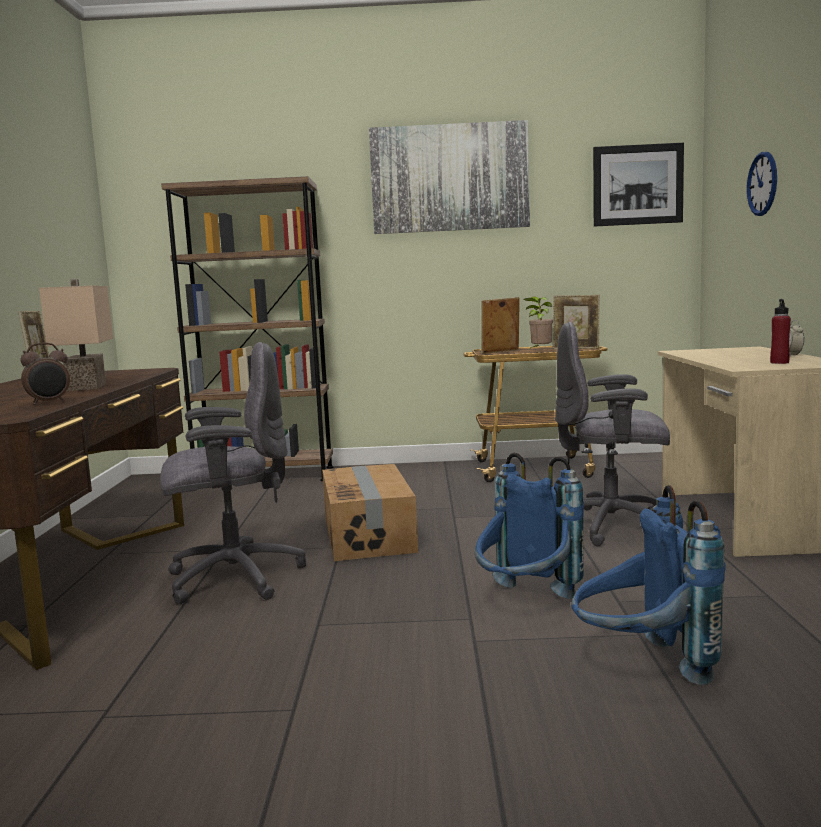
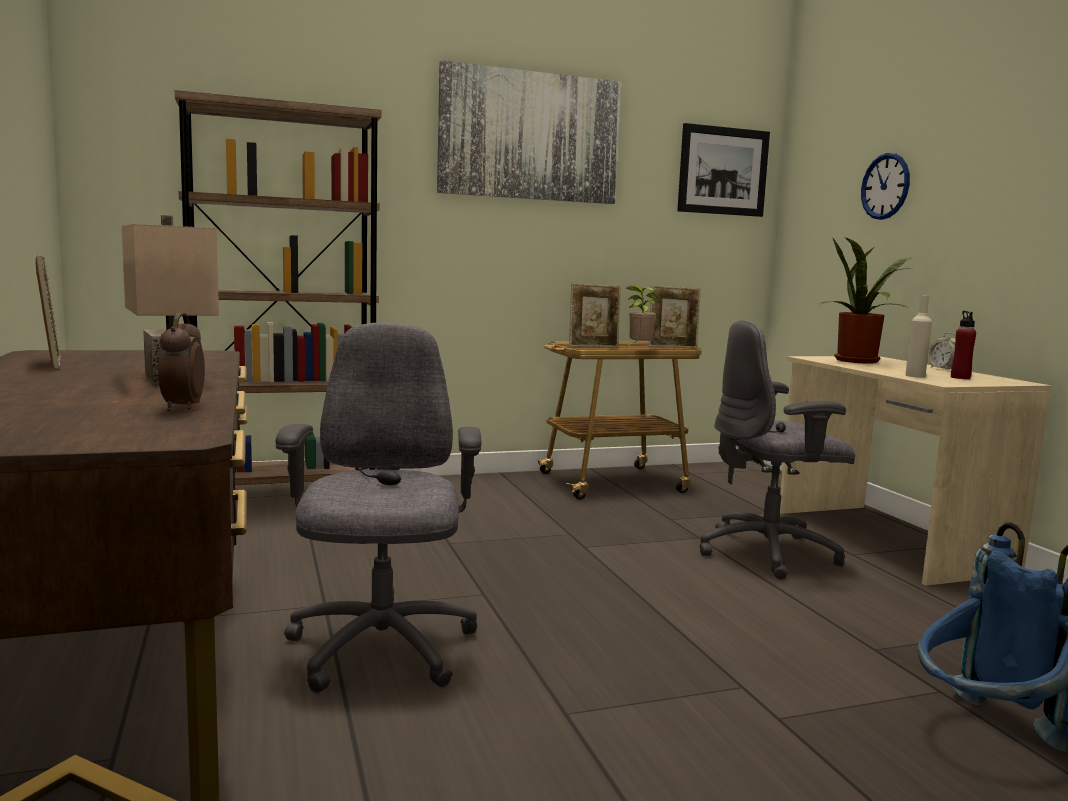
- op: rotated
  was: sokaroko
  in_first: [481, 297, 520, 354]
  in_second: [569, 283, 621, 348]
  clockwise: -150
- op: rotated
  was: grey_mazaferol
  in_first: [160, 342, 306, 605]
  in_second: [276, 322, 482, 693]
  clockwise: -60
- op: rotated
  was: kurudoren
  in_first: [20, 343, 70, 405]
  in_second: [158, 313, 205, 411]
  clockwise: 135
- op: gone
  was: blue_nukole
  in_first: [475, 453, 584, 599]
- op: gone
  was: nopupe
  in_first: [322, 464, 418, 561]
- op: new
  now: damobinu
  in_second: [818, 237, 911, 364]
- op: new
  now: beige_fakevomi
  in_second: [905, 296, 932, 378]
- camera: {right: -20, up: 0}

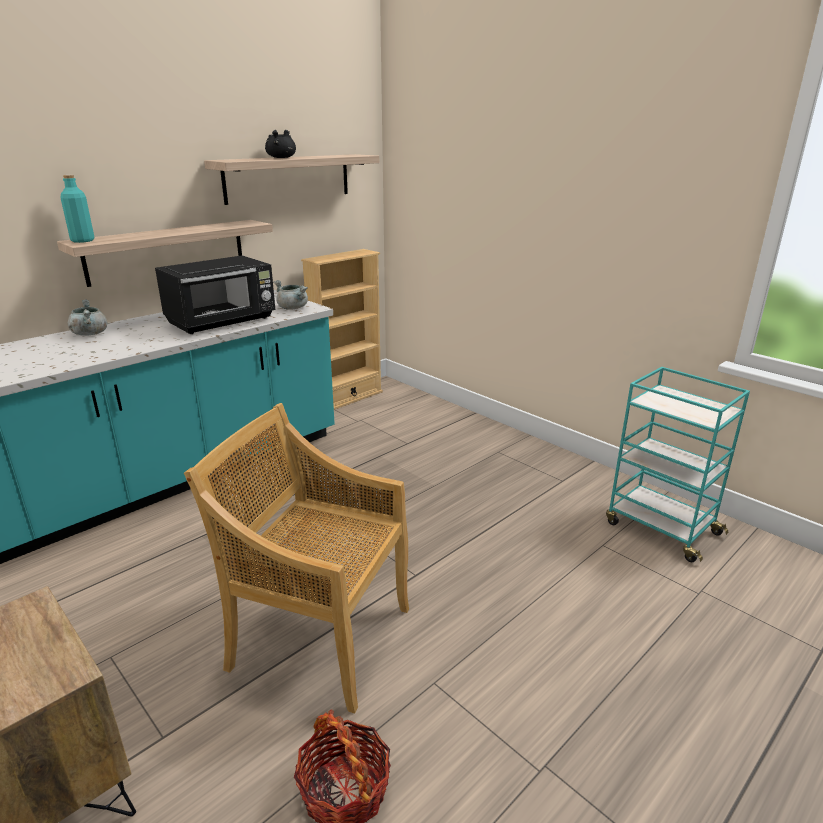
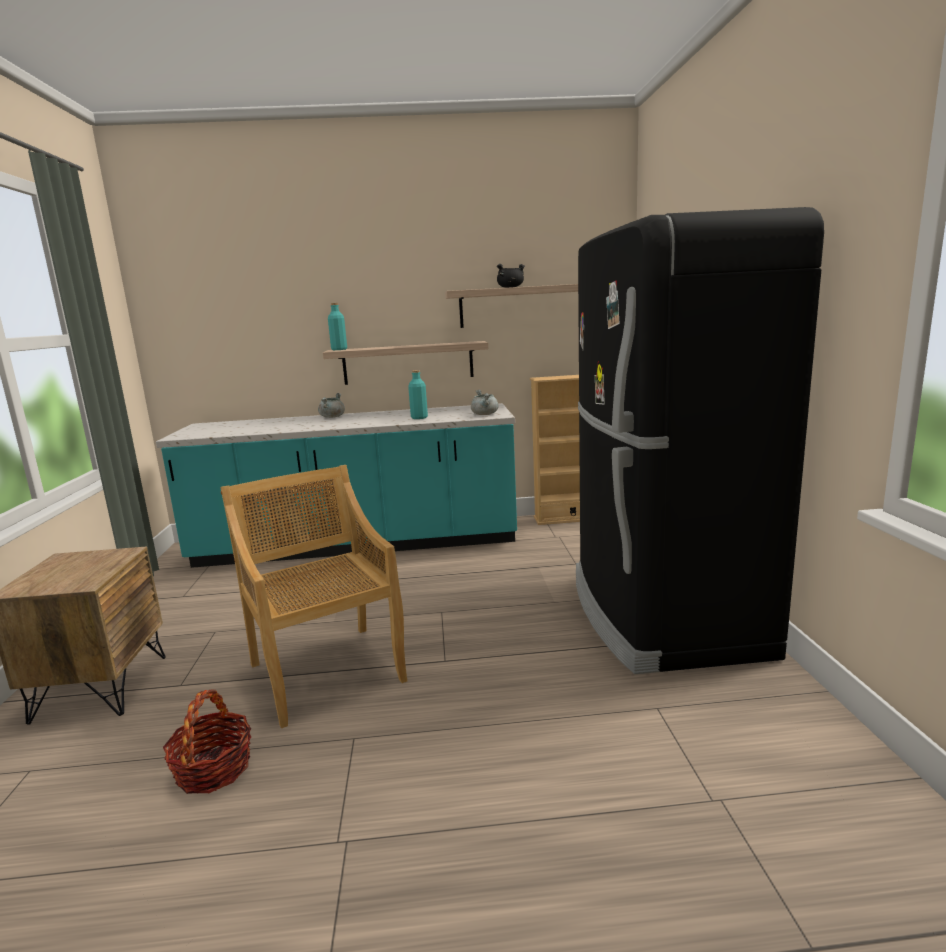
- op: swapped
  was: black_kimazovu
  now: turquoise_fakevomi
  in_first: [155, 255, 275, 334]
  in_second: [408, 370, 428, 419]
- op: gone
  was: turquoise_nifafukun
  in_first: [606, 367, 750, 562]
- op: new
  now: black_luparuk
  in_second: [576, 207, 824, 674]
- camera: {right: 40, up: -10}

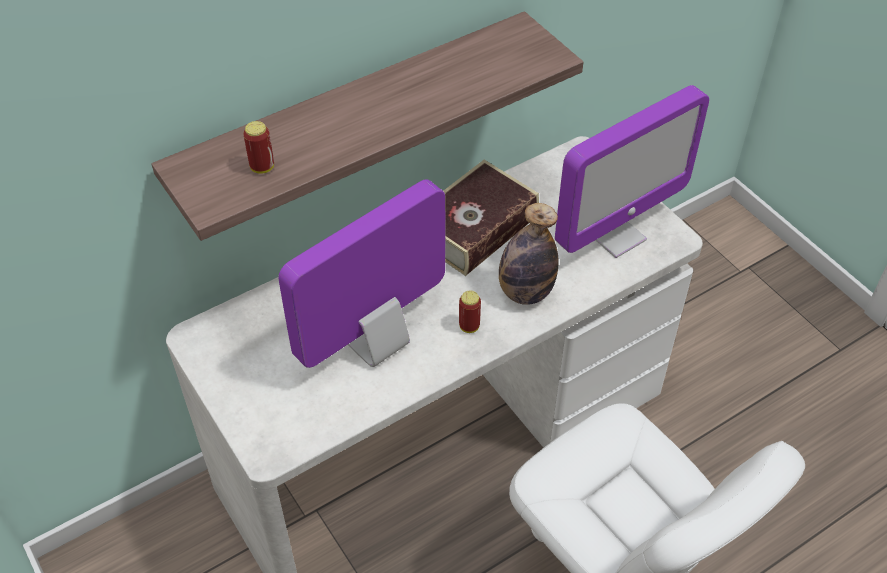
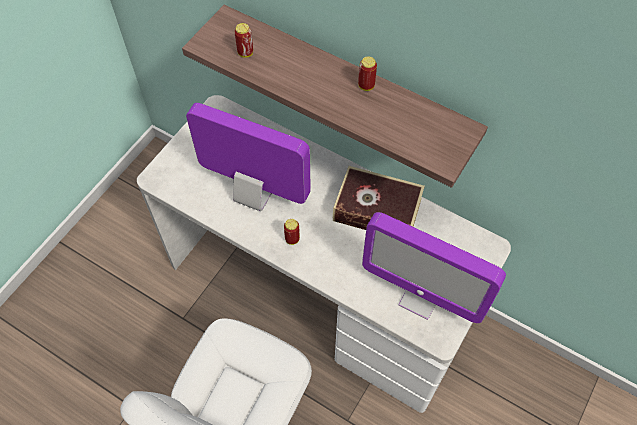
- op: gone
  was: fakevomi
  in_first: [499, 203, 559, 305]
- op: new
  now: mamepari
  in_second: [358, 56, 377, 91]
- camera: {right: 65, up: 10}

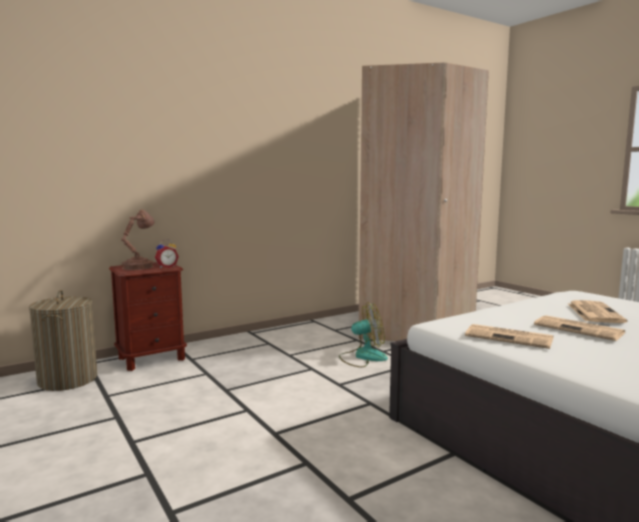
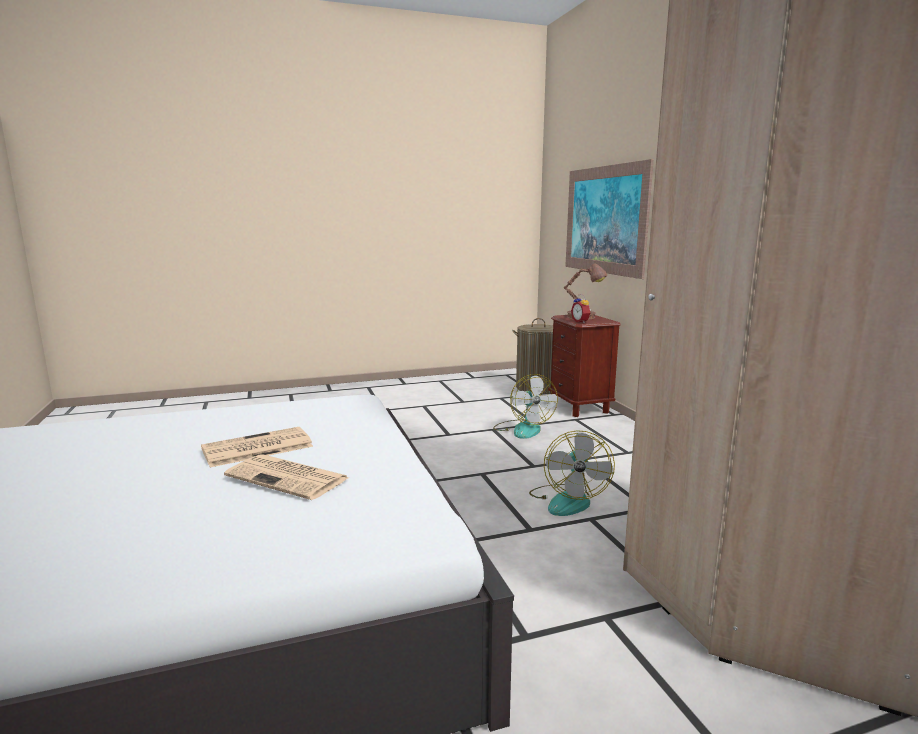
- op: gone
  was: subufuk
  in_first: [465, 324, 553, 349]
- op: new
  now: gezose
  in_second: [565, 159, 654, 279]
- op: new
  now: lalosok
  in_second: [493, 374, 558, 439]
- camera: {right: 105, up: 5}

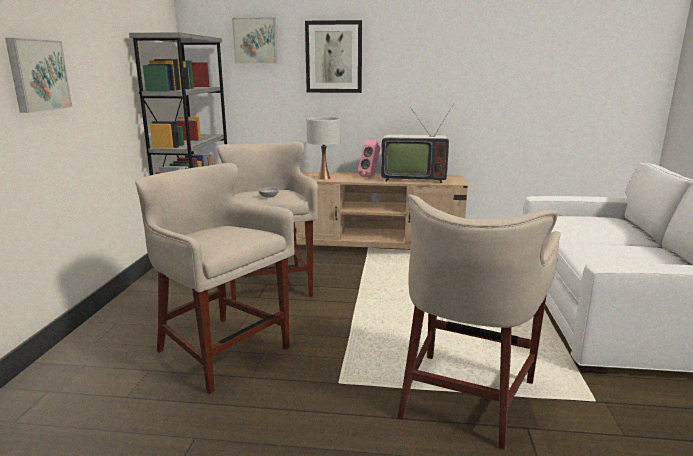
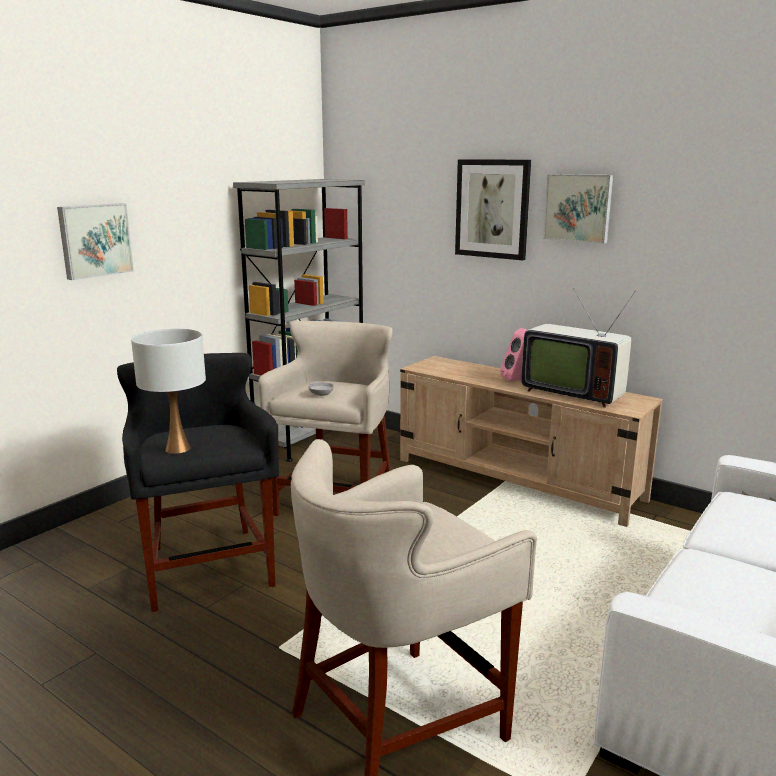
- op: shifted
  was: gezose
  in_first: [232, 17, 278, 63]
  in_second: [543, 174, 613, 244]
- op: shifted
  was: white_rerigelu
  in_first: [306, 117, 340, 179]
  in_second: [131, 329, 206, 454]
- op: repainted
  was: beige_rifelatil
  now: black_rifelatil
  in_first: [135, 163, 294, 394]
  in_second: [117, 353, 279, 613]
- camera: {right: 30, up: 0}

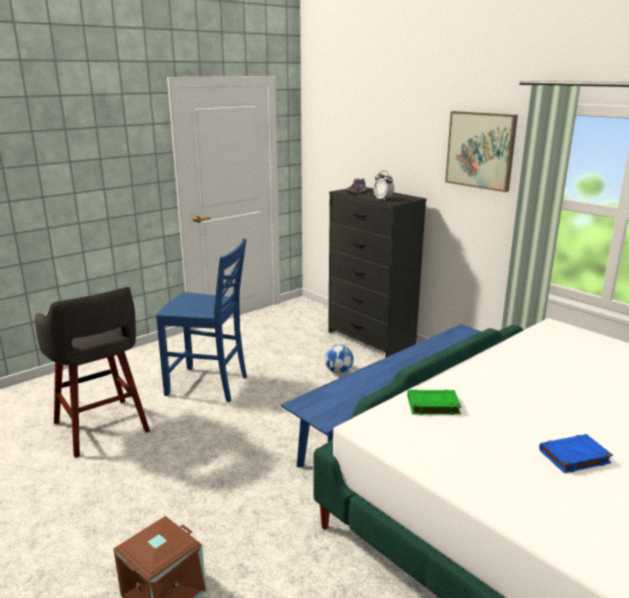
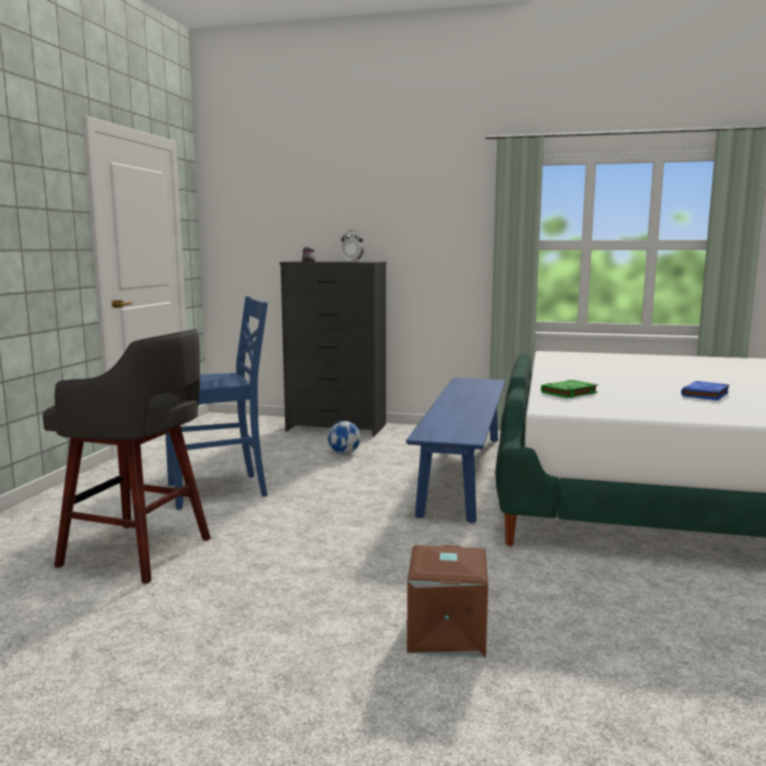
- op: gone
  was: gezose
  in_first: [445, 111, 518, 192]
- camera: {right: -35, up: -10}

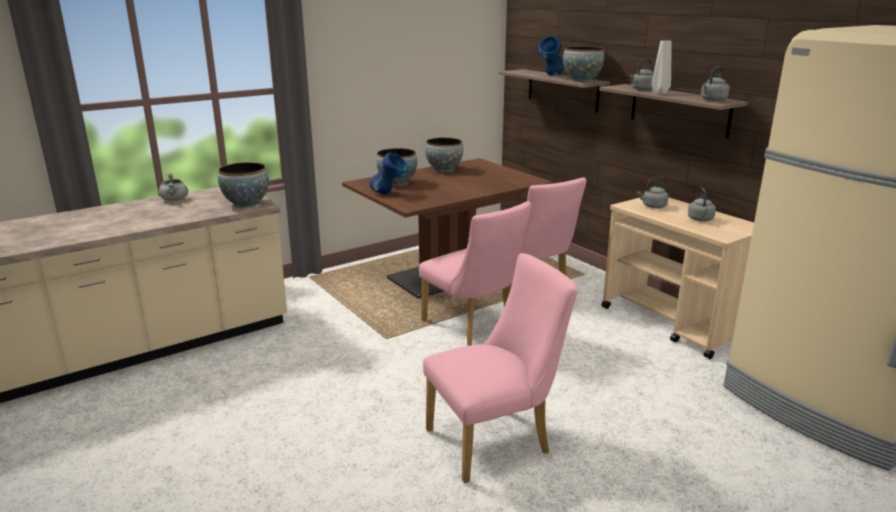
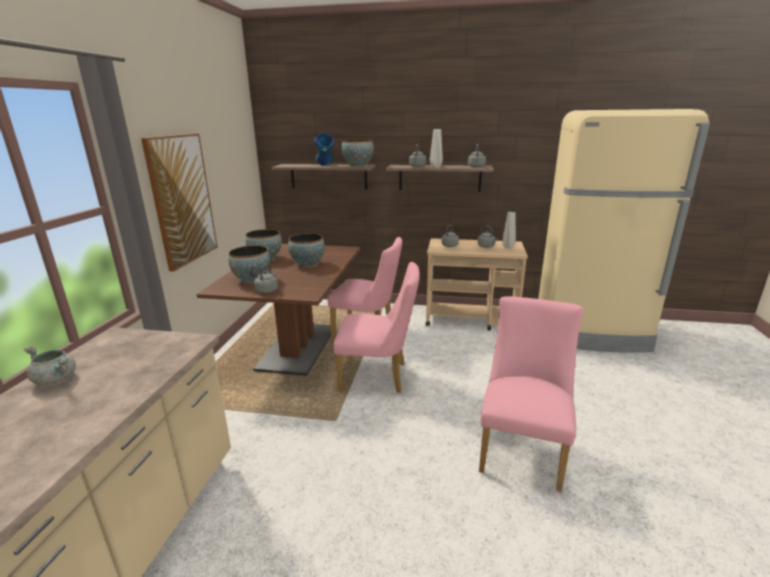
- op: swapped
  was: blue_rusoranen
  now: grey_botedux
  in_first: [369, 153, 408, 194]
  in_second: [254, 264, 278, 293]
- op: shifted
  was: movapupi
  in_first: [218, 162, 269, 208]
  in_second: [288, 233, 325, 267]
- op: new
  now: gezose
  in_second: [141, 134, 218, 272]
- op: new
  now: grey_rusoranen
  in_second: [502, 212, 516, 248]
- camera: {right: -45, up: 0}

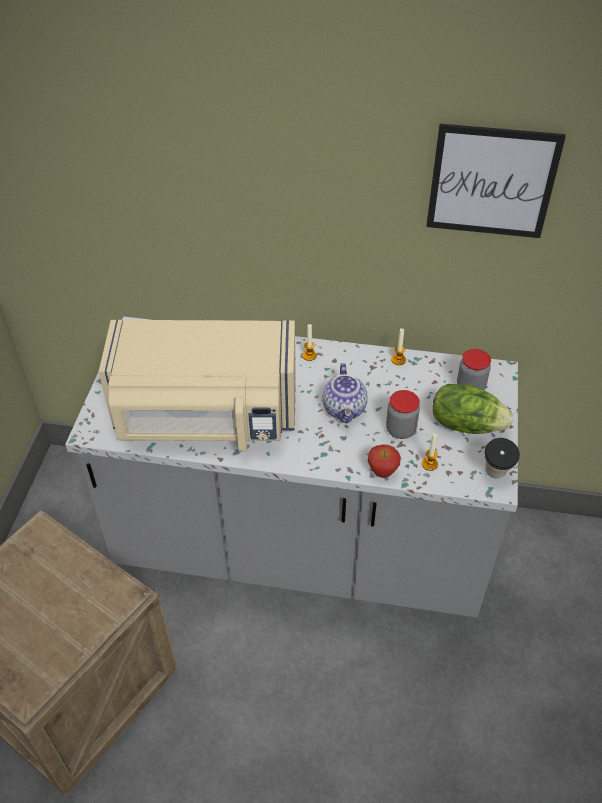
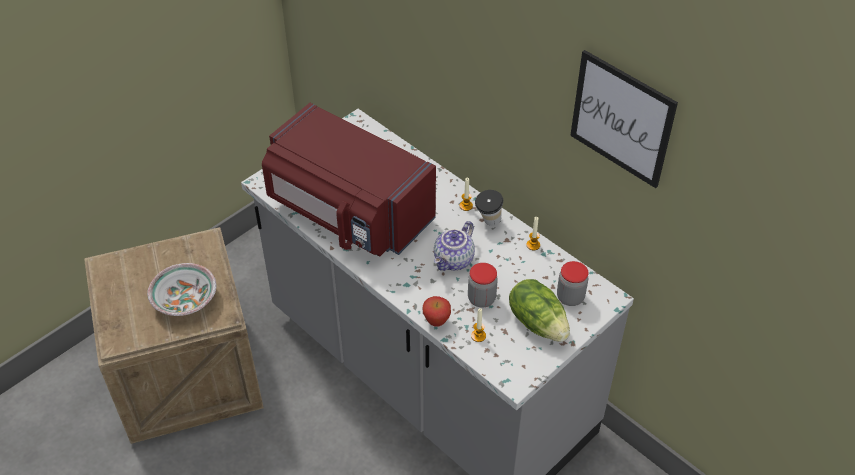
- op: repainted
  was: beige_kimazovu
  now: red_kimazovu
  in_first: [99, 320, 296, 451]
  in_second: [262, 103, 436, 256]
- op: shifted
  was: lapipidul
  in_first: [484, 438, 520, 478]
  in_second: [475, 190, 503, 226]
- op: new
  now: movapupi
  in_second: [147, 263, 217, 316]
- camera: {right: 35, up: 0}

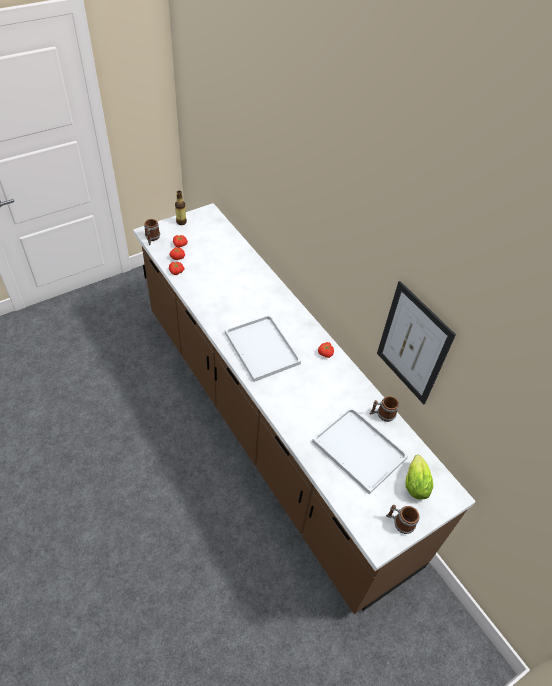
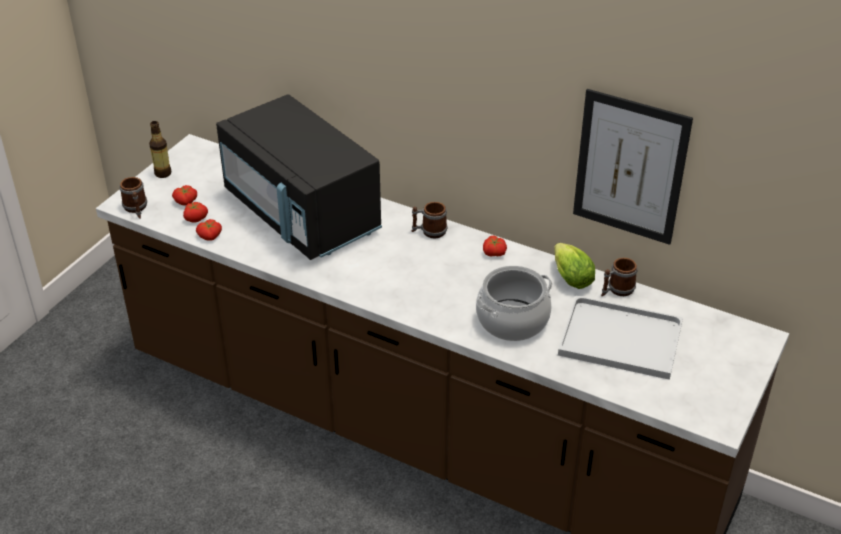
- op: gone
  was: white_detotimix
  in_first: [225, 315, 301, 382]
- op: shifted
  was: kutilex
  in_first: [405, 455, 433, 500]
  in_second: [554, 243, 595, 289]
- op: shifted
  was: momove
  in_first: [386, 505, 420, 534]
  in_second: [411, 202, 448, 238]
- op: new
  now: black_kimazovu
  in_second: [216, 94, 382, 260]
- op: new
  now: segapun
  in_second: [476, 266, 552, 341]
- camera: {right: -25, up: -10}

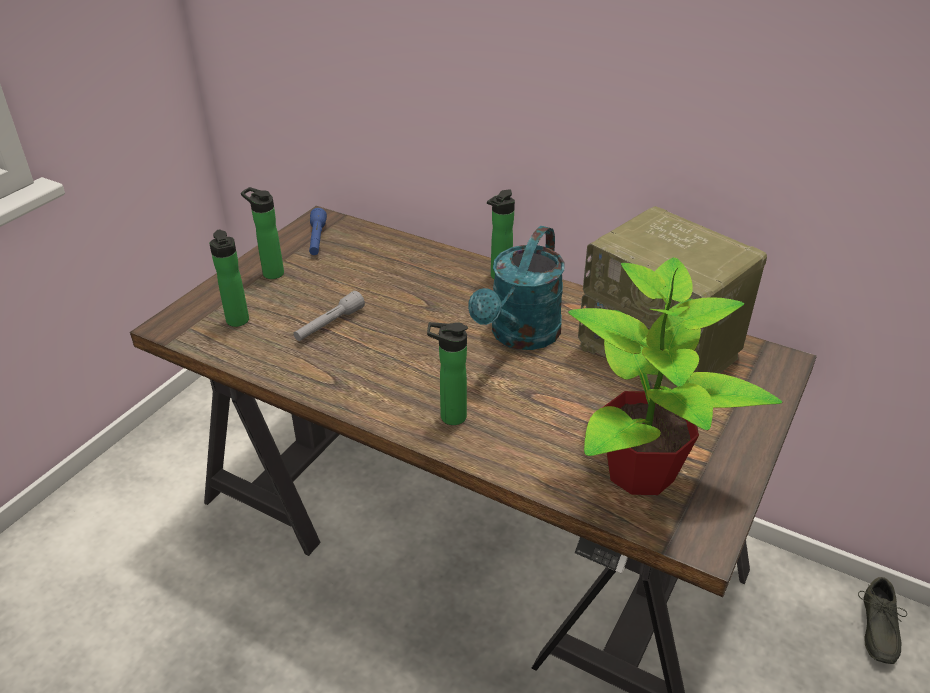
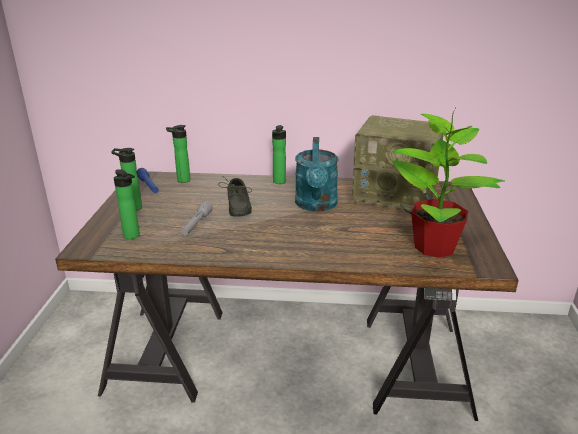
- op: shifted
  was: fakevomi
  in_first: [427, 322, 468, 425]
  in_second: [166, 125, 190, 183]
- op: shifted
  was: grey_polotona
  in_first: [858, 577, 907, 664]
  in_second: [218, 177, 252, 216]
- camera: {right: -25, up: -10}

